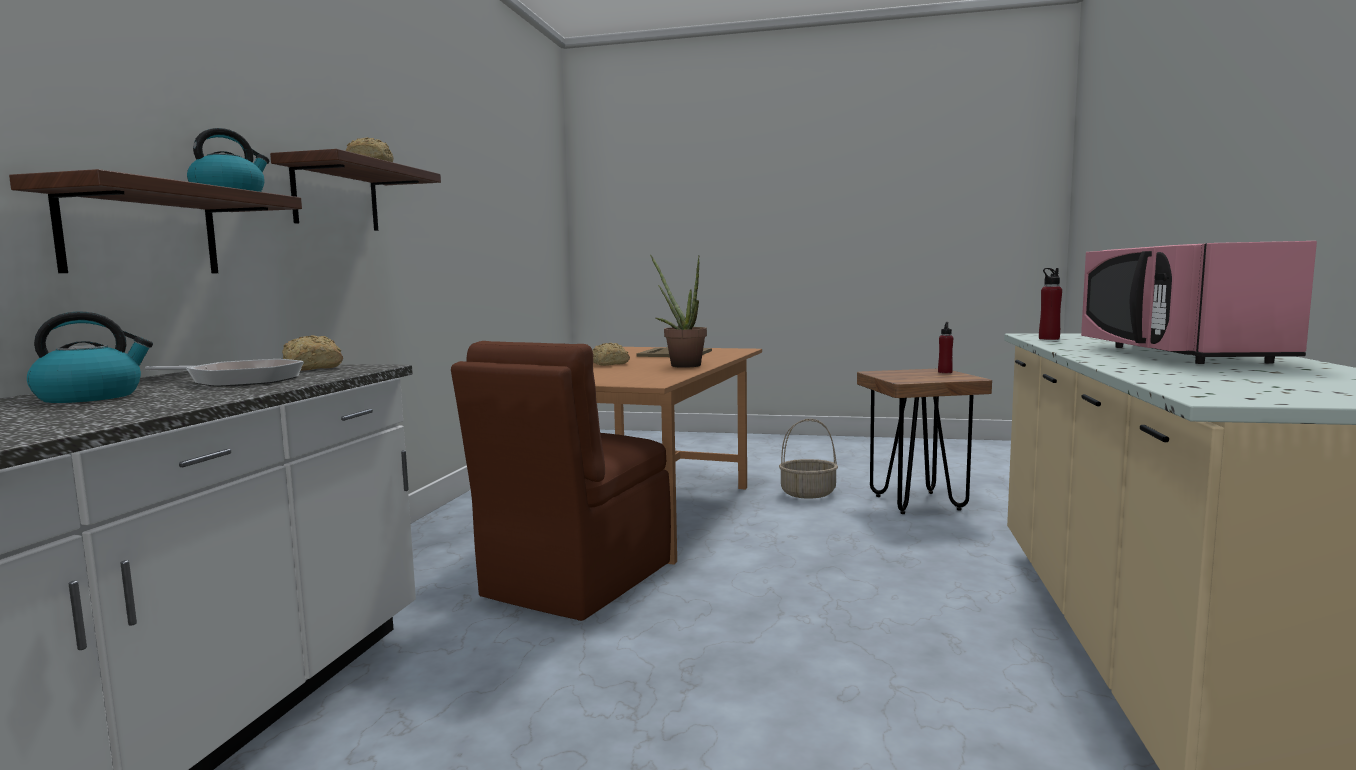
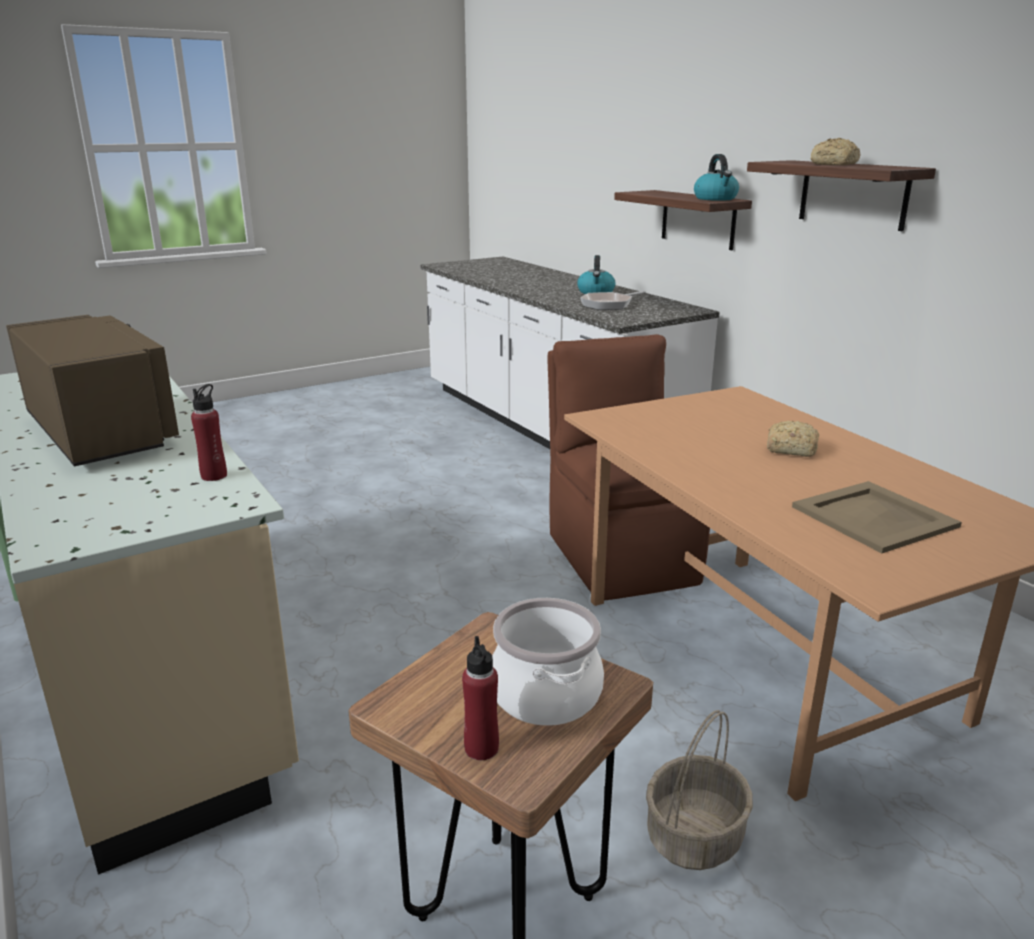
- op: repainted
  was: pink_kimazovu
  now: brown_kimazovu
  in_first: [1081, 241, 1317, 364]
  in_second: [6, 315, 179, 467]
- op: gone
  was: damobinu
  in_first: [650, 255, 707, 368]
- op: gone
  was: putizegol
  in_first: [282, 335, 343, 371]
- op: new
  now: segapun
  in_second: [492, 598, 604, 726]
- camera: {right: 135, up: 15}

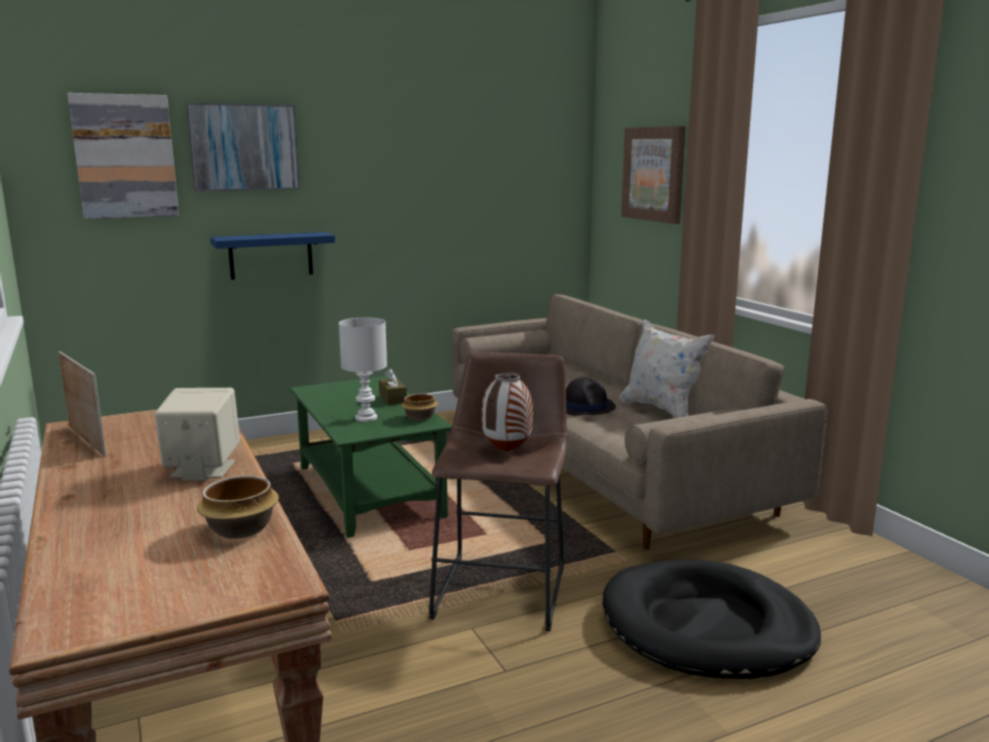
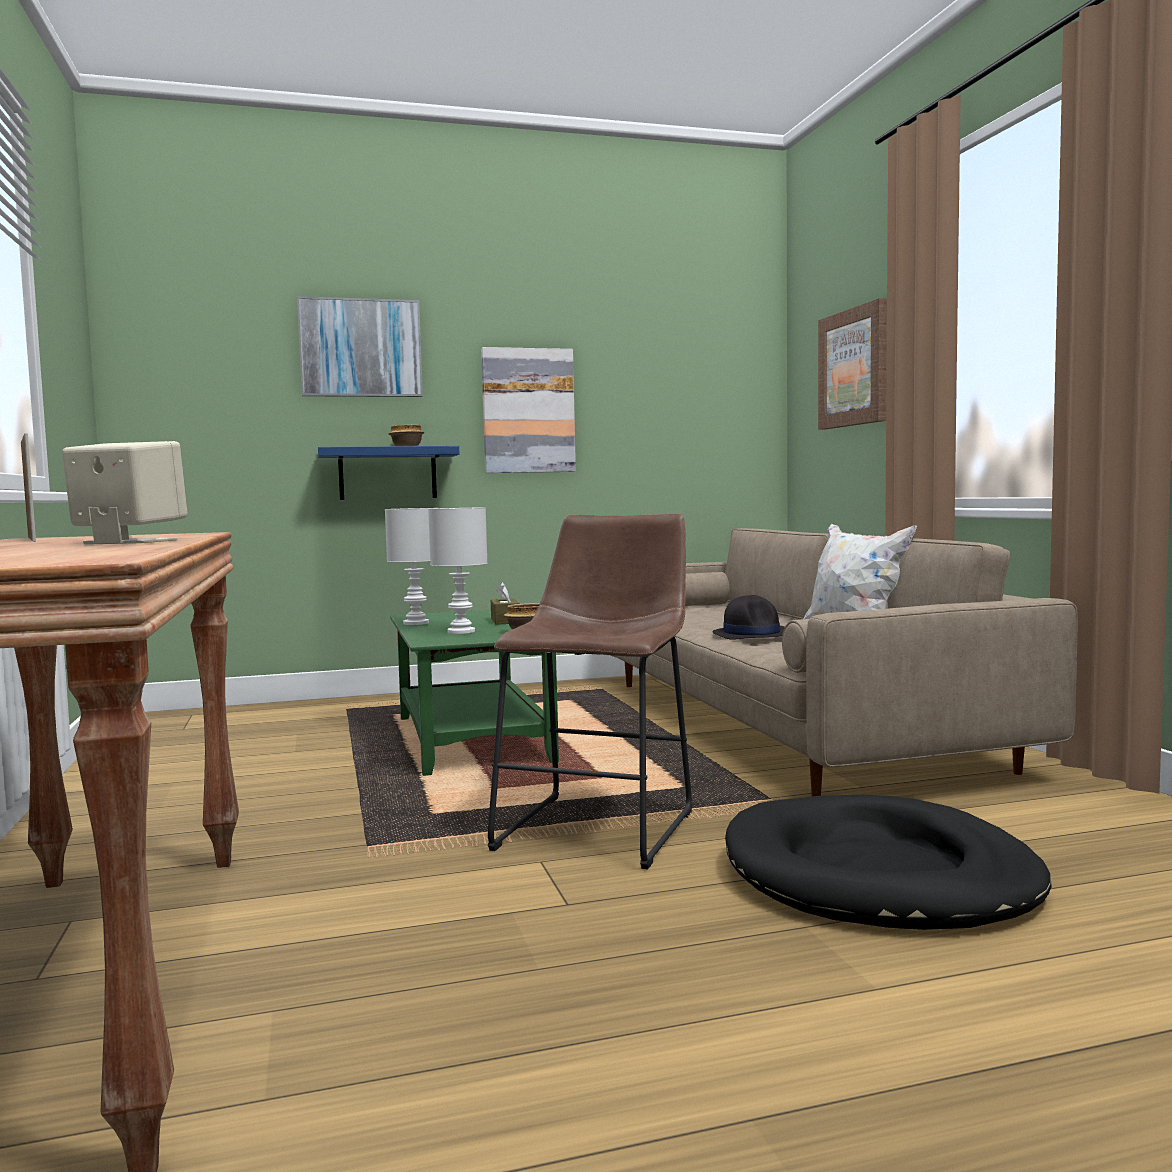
- op: shifted
  was: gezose
  in_first: [67, 93, 179, 219]
  in_second: [481, 347, 576, 473]
- op: gone
  was: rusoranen
  in_first: [482, 372, 533, 452]
- op: shifted
  was: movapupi
  in_first: [197, 475, 279, 539]
  in_second: [388, 425, 425, 446]
- op: new
  now: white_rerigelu
  in_second: [385, 508, 436, 625]
- camera: {right: 10, up: -10}

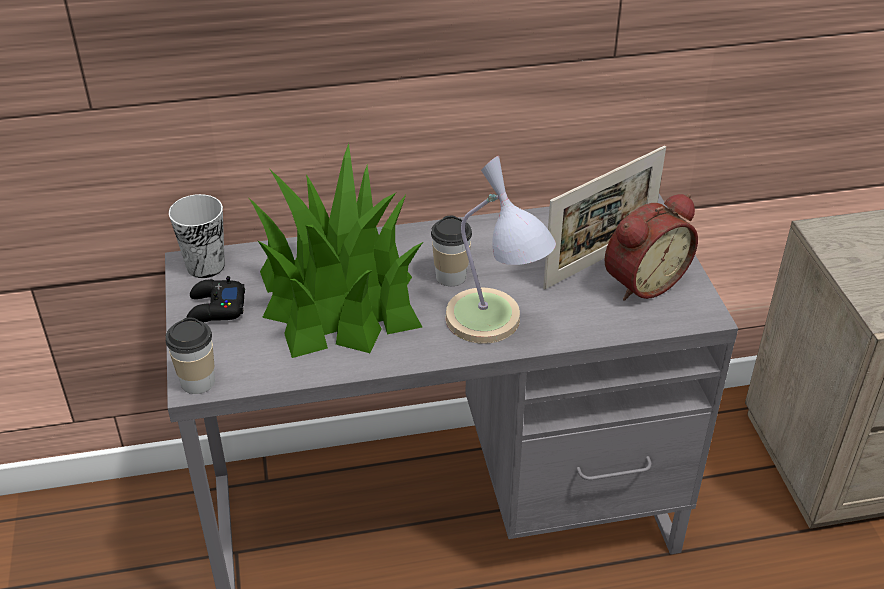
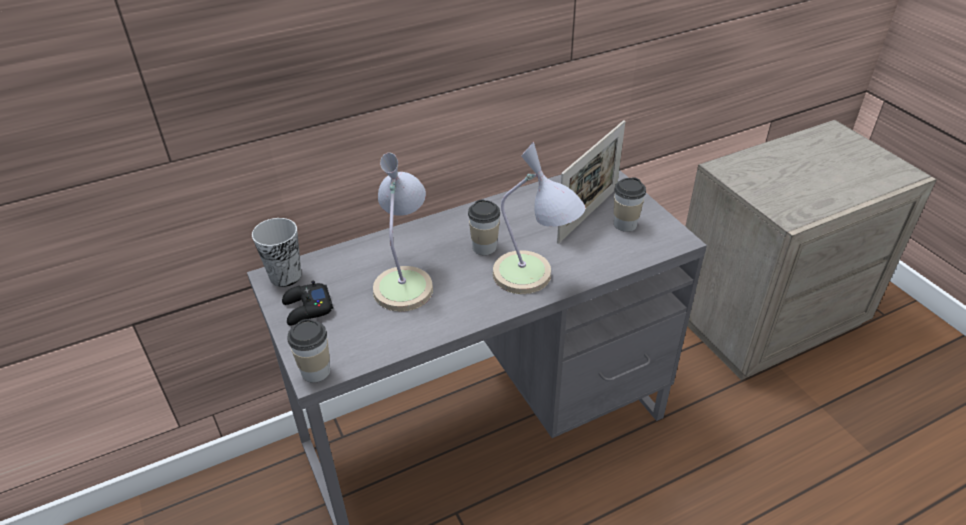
- op: swapped
  was: damobinu
  now: rerigelu
  in_first: [249, 143, 423, 358]
  in_second: [373, 153, 433, 312]
- op: swapped
  was: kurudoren
  now: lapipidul
  in_first: [604, 194, 698, 301]
  in_second: [614, 177, 646, 232]
- camera: {right: -15, up: 0}

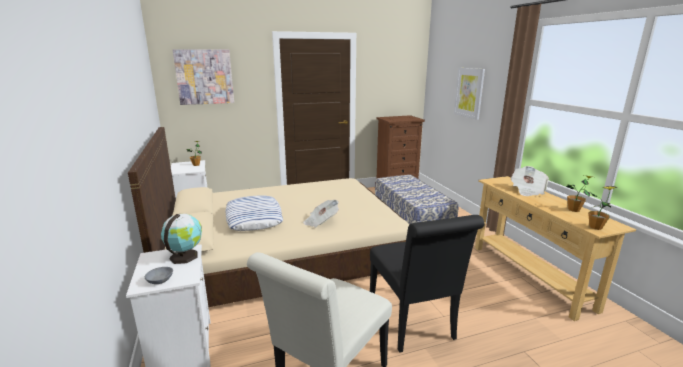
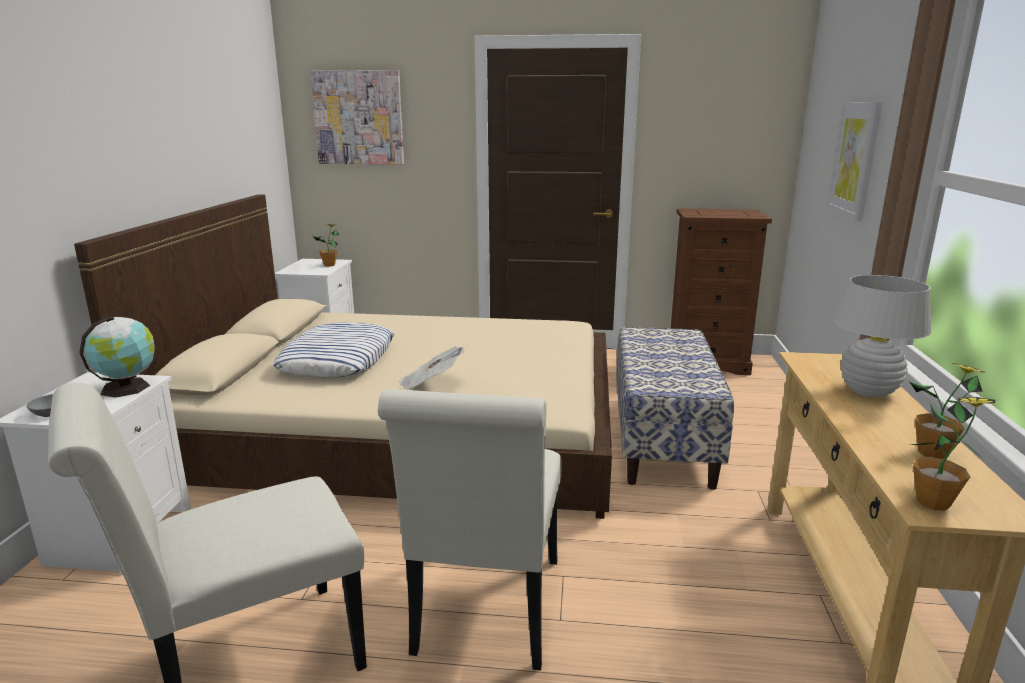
- op: swapped
  was: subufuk
  now: white_rerigelu
  in_first: [511, 166, 549, 196]
  in_second: [834, 275, 931, 397]
- op: repainted
  was: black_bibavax
  now: white_bibavax
  in_first: [370, 215, 484, 353]
  in_second: [378, 389, 562, 671]
- camera: {right: 25, up: 0}

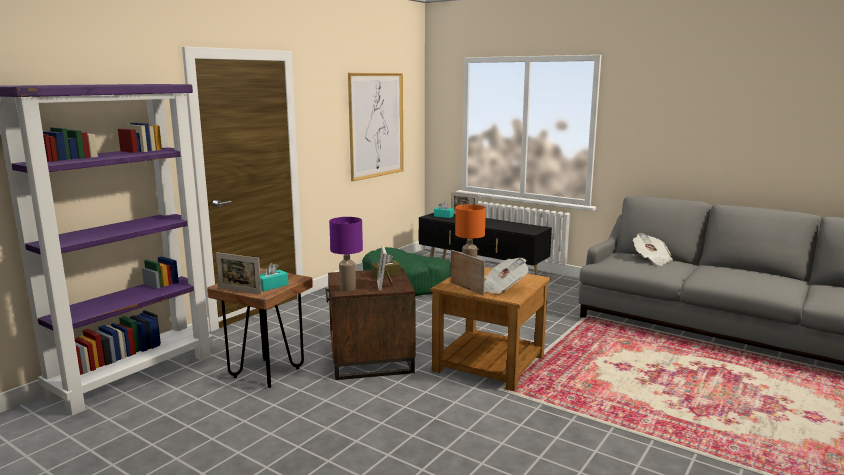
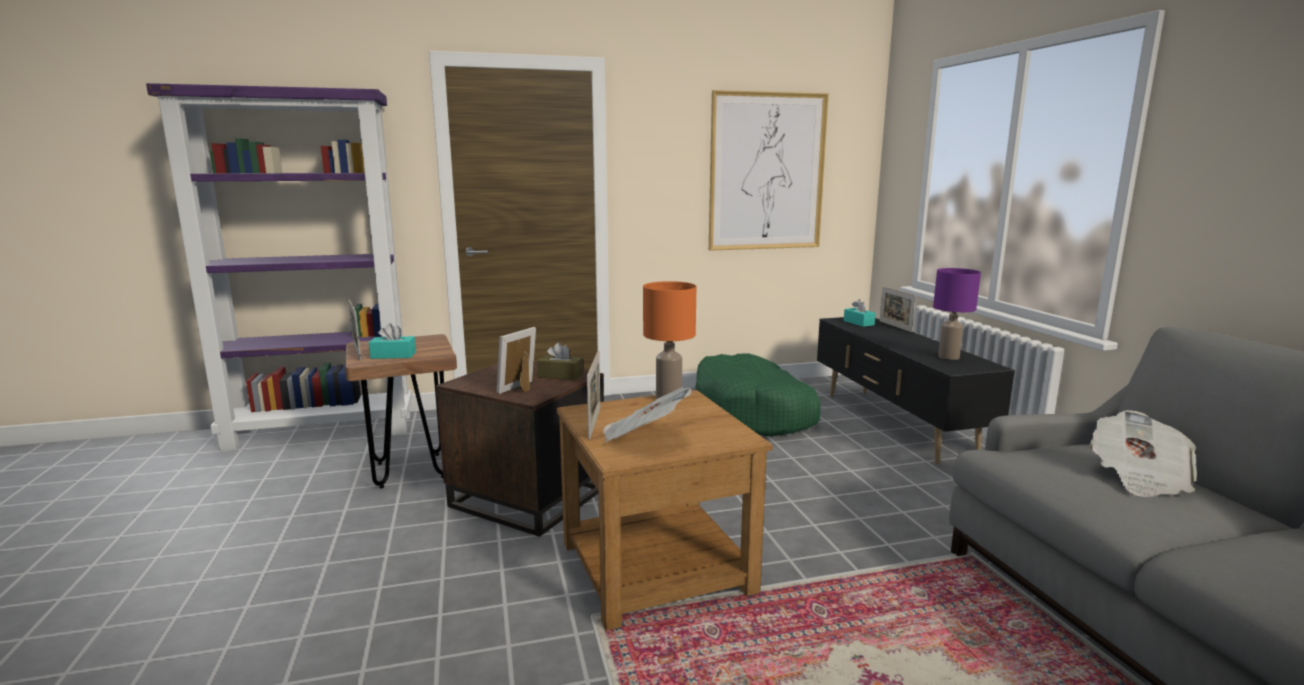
- op: shifted
  was: purple_rerigelu
  in_first: [329, 217, 363, 292]
  in_second: [933, 268, 981, 360]
- camera: {right: 40, up: 0}

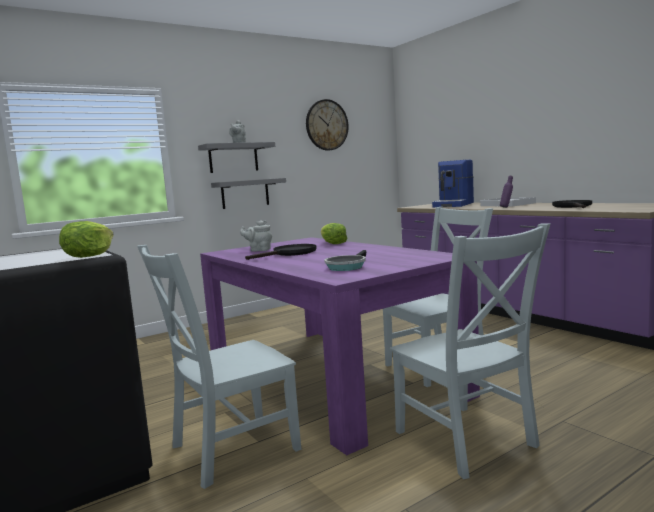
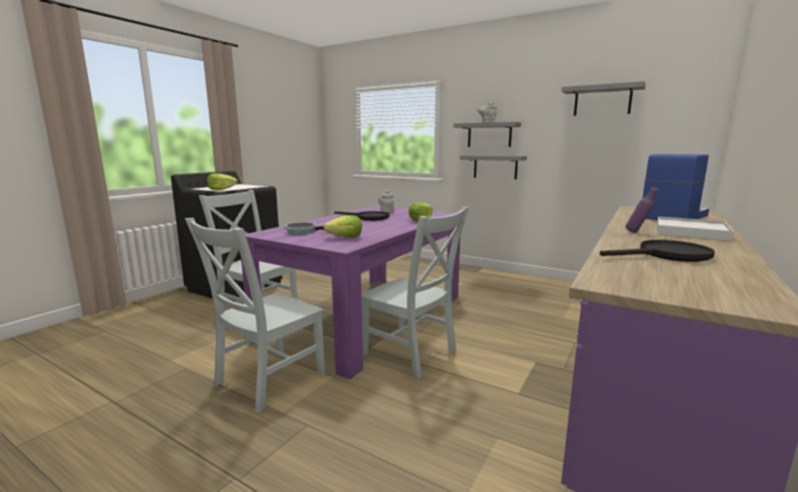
- op: swapped
  was: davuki
  now: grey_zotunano
  in_first: [306, 99, 349, 151]
  in_second: [562, 81, 646, 116]
- op: rotated
  was: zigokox
  in_first: [432, 160, 474, 208]
  in_second: [643, 154, 709, 220]
  clockwise: 135
- op: new
  now: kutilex
  in_second: [323, 215, 362, 237]
- camera: {right: 65, up: 5}

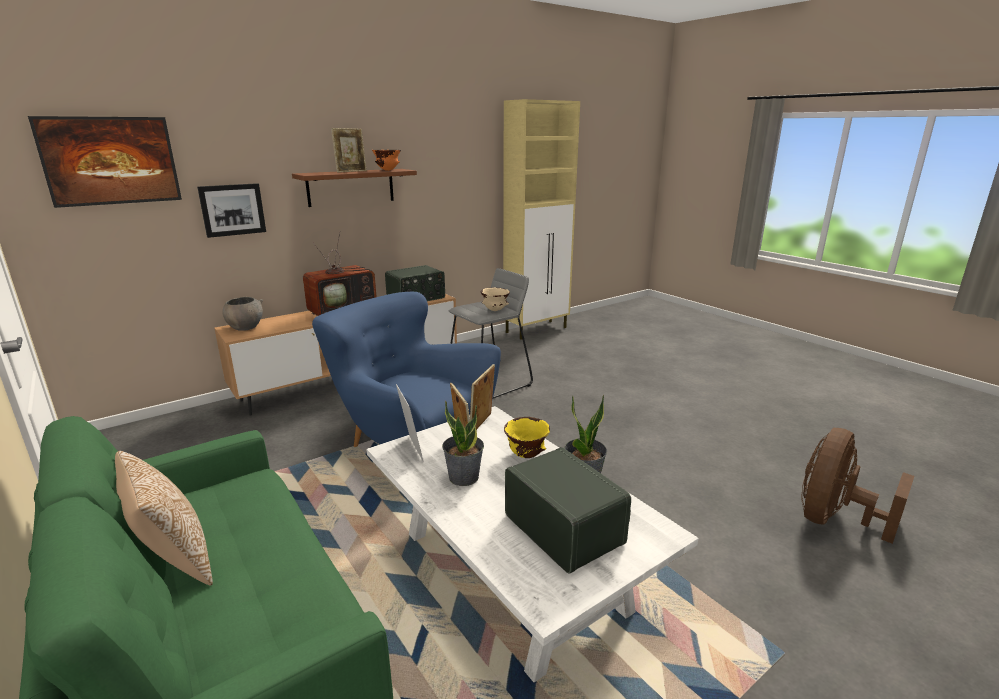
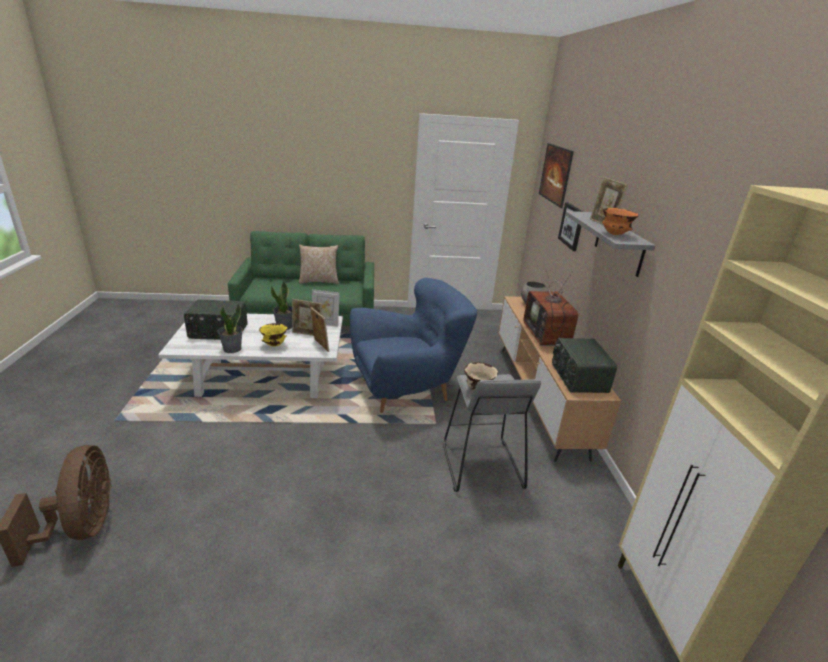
- op: repainted
  was: brown_zotunano
  now: grey_zotunano
  in_first: [292, 169, 417, 207]
  in_second: [565, 211, 656, 277]
- camera: {right: 120, up: 5}

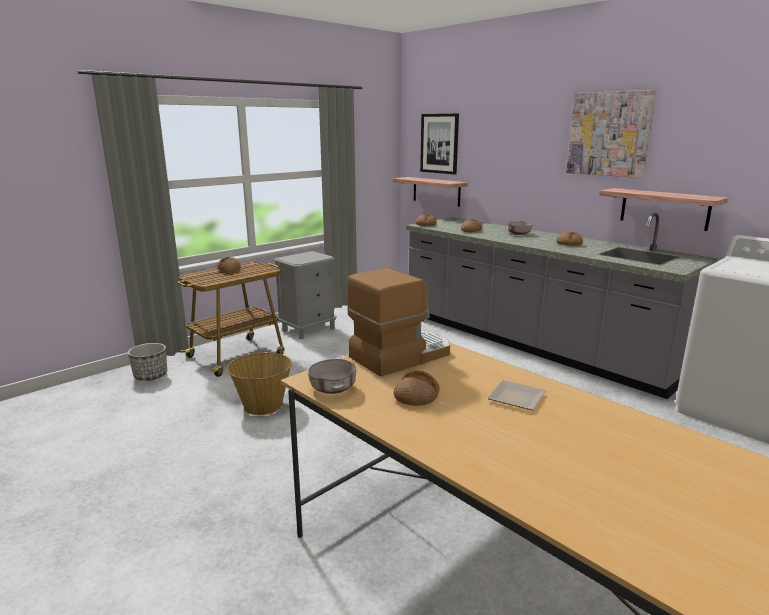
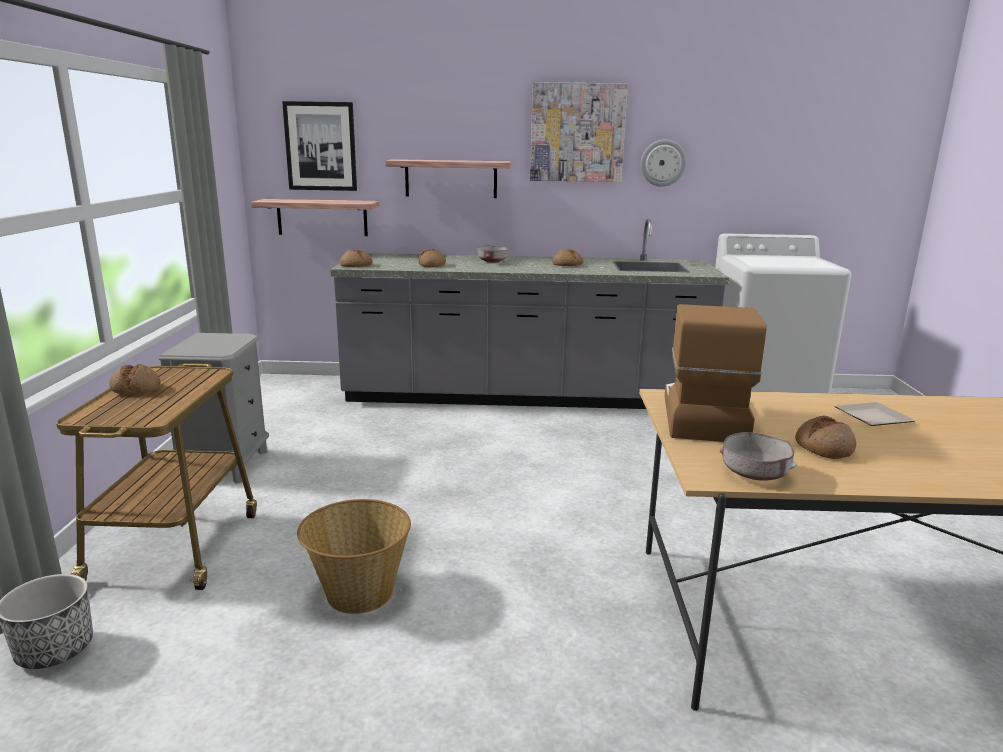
- op: shifted
  was: zotunano
  in_first: [599, 188, 729, 231]
  in_second: [385, 159, 511, 198]
- op: new
  now: davuki
  in_second: [641, 139, 686, 187]
- camera: {right: -45, up: 0}

